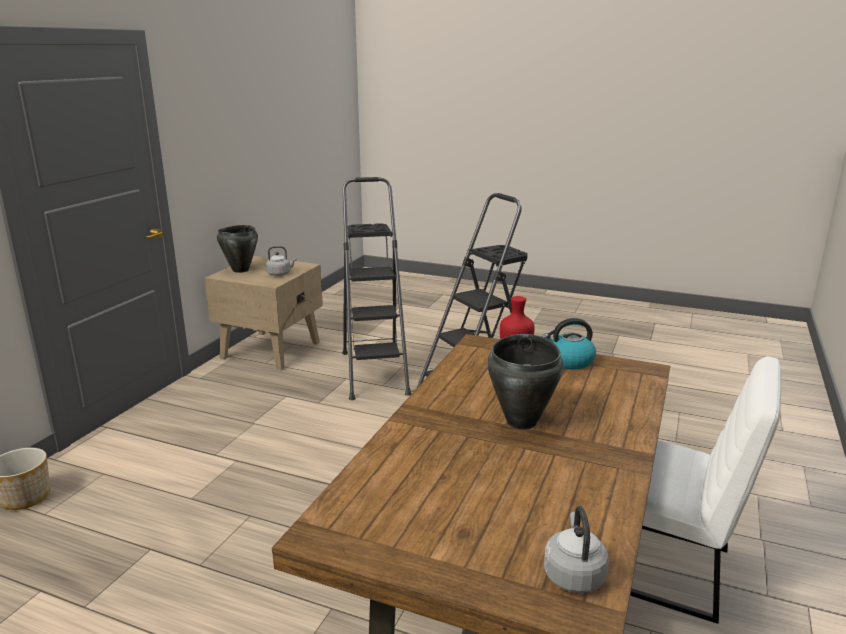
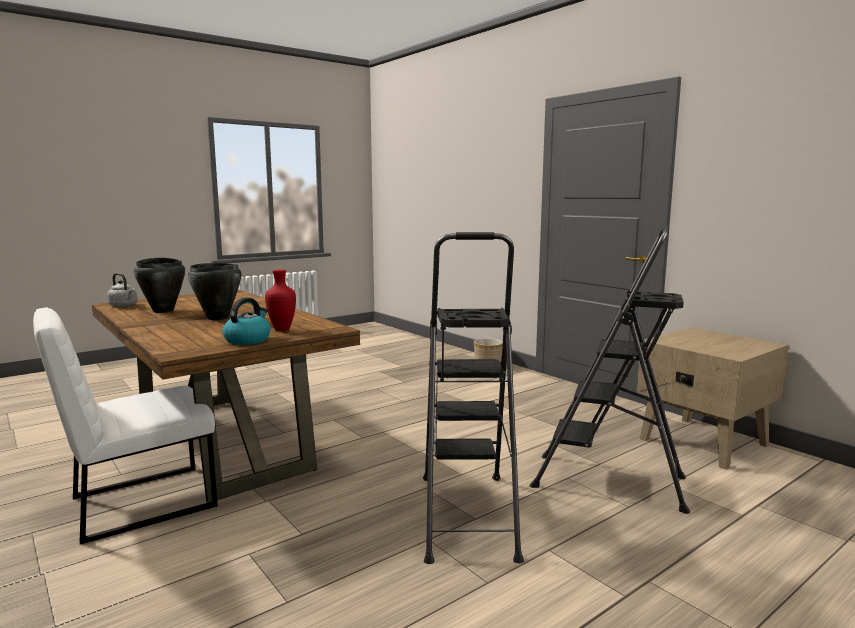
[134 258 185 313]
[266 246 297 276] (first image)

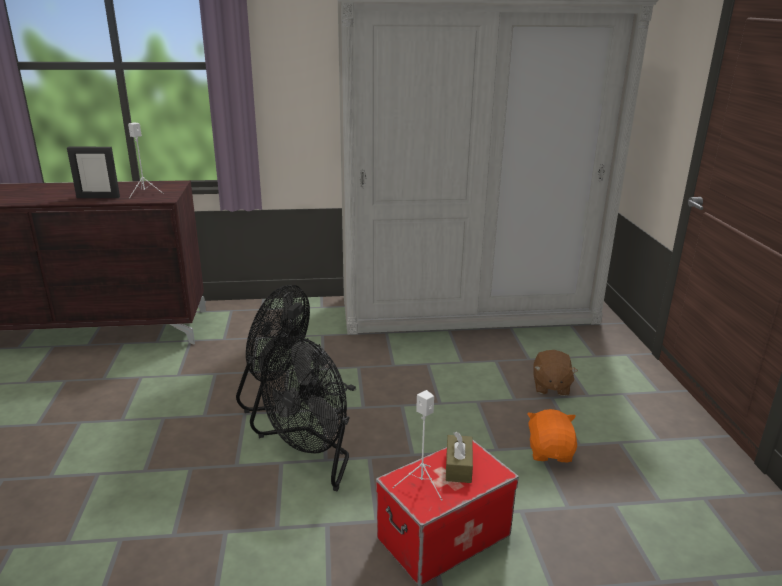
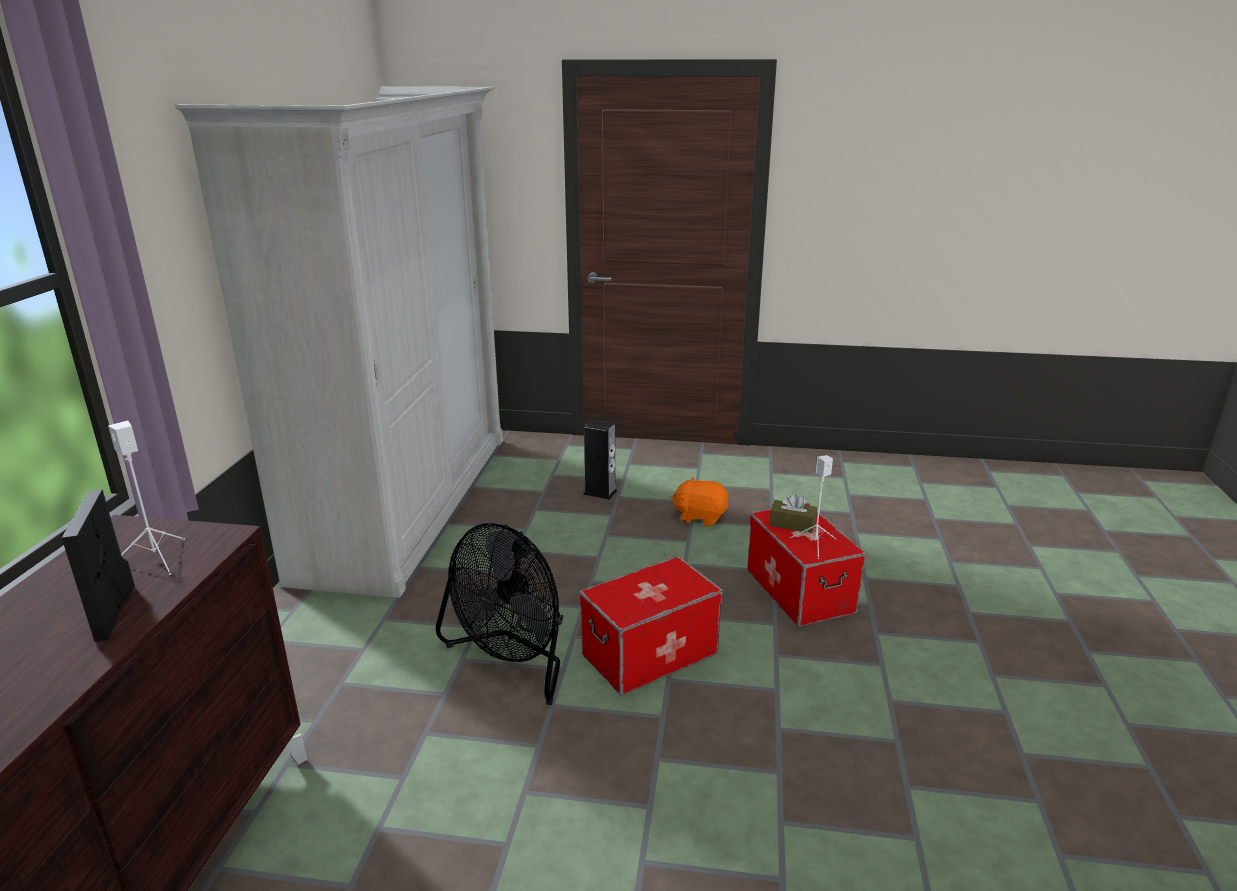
[62 489 135 642]
[579 556 723 695]
[583 420 617 500]

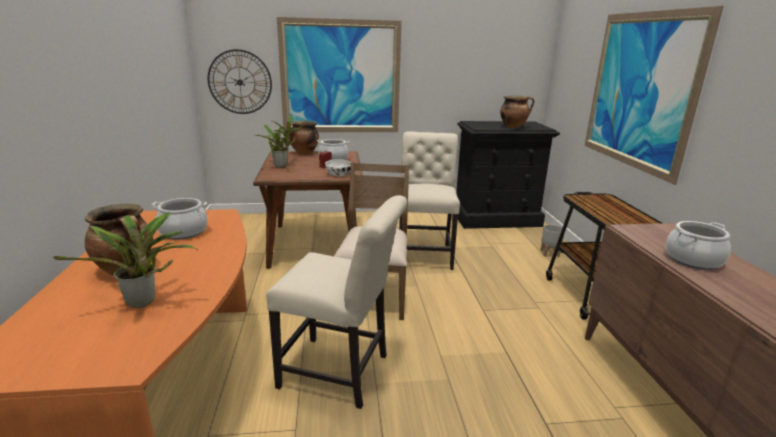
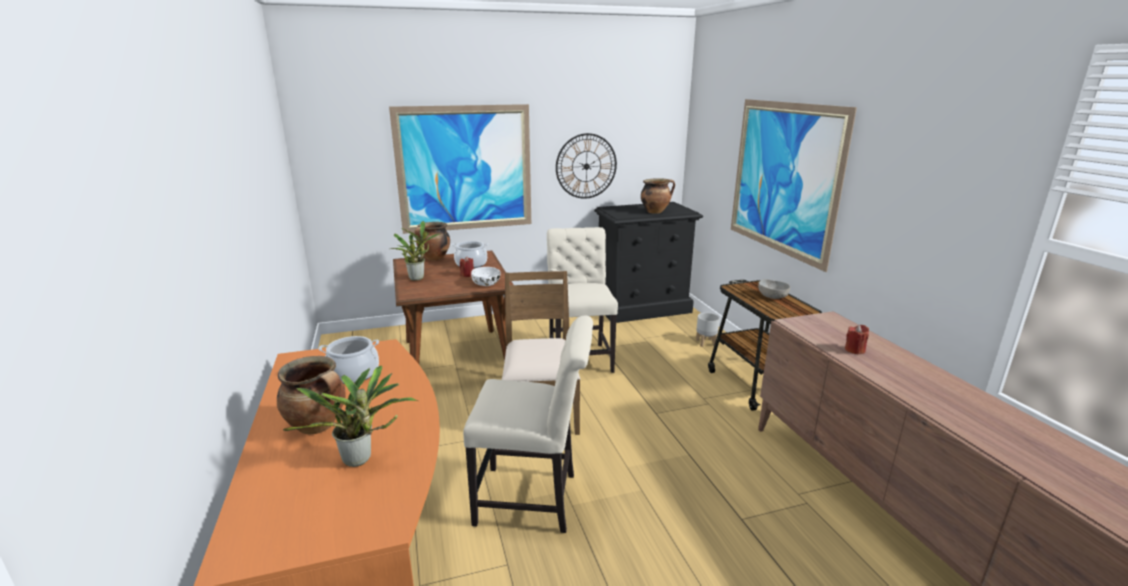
[556 133 617 199]
[758 279 790 299]
[845 325 869 355]

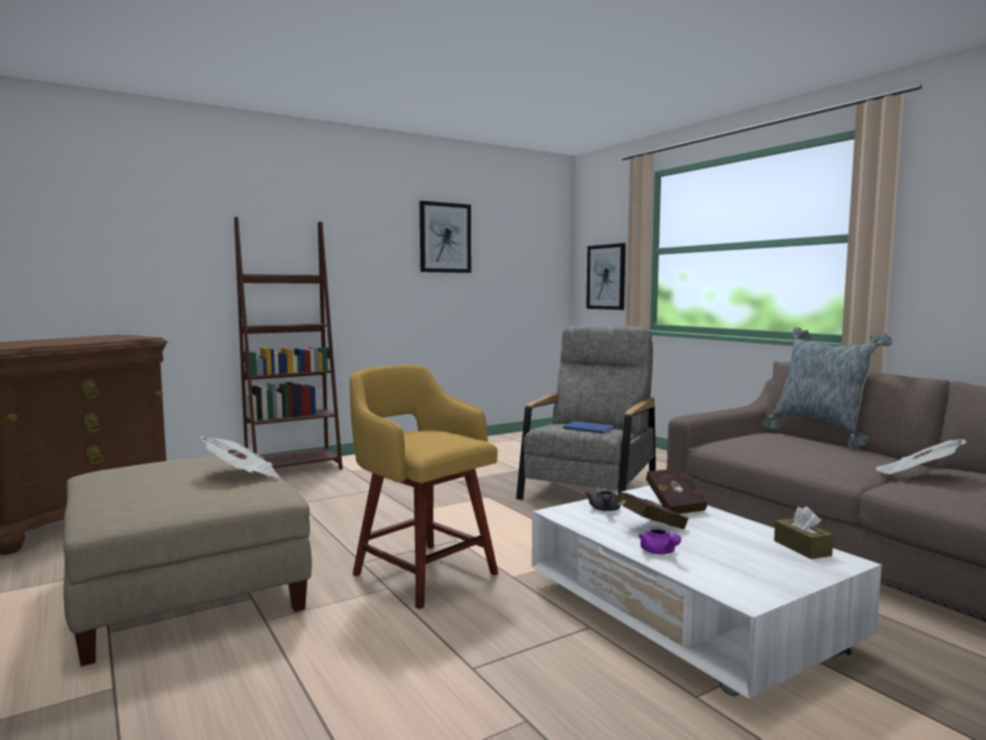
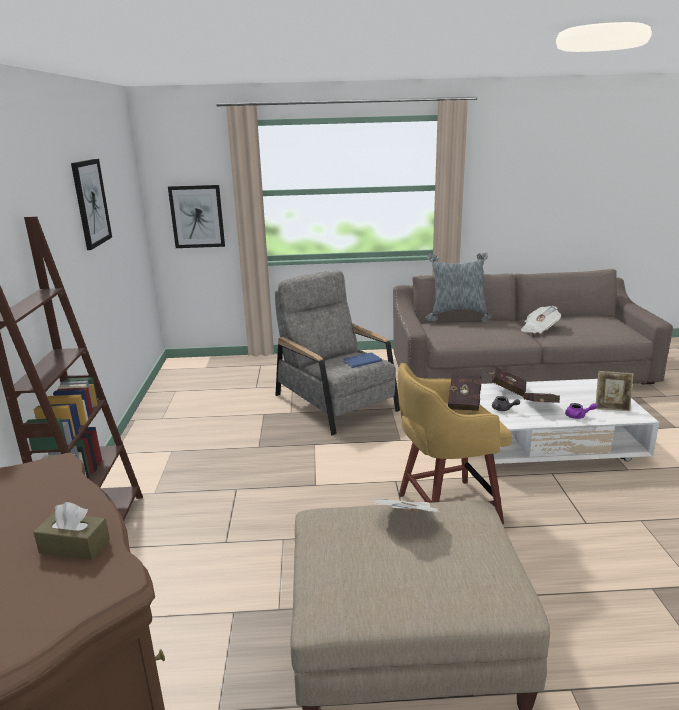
[33 502 110 560]
[448 374 481 411]
[596 371 633 411]

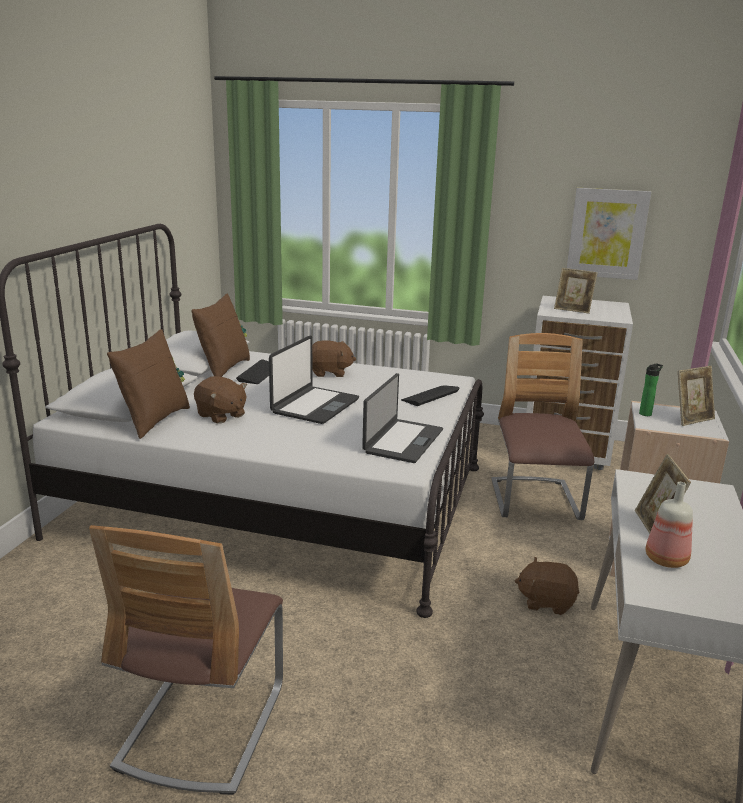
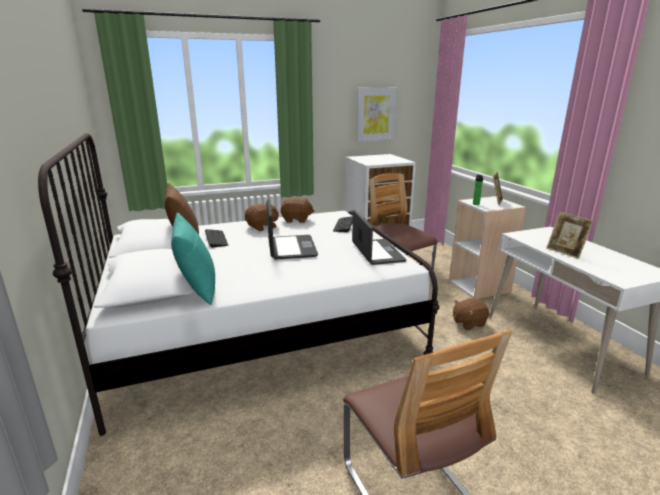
[171 213 215 305]
[281 197 314 223]
[554 268 598 314] (first image)
[646 482 693 568] (first image)

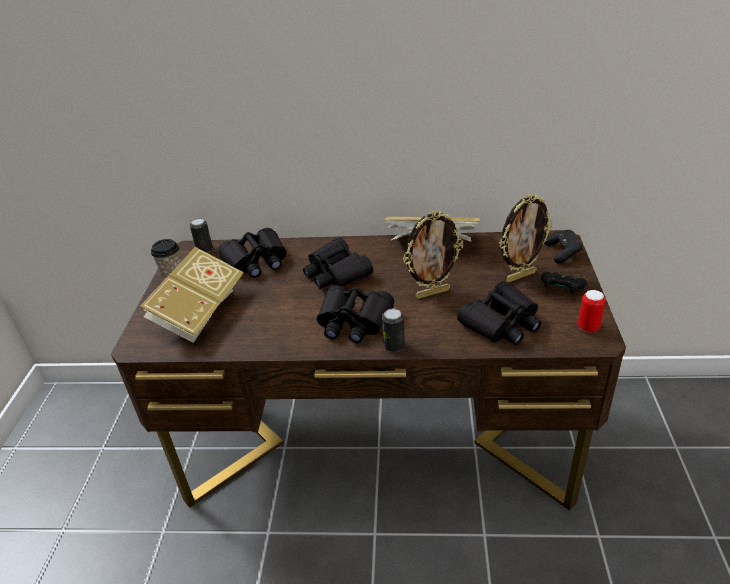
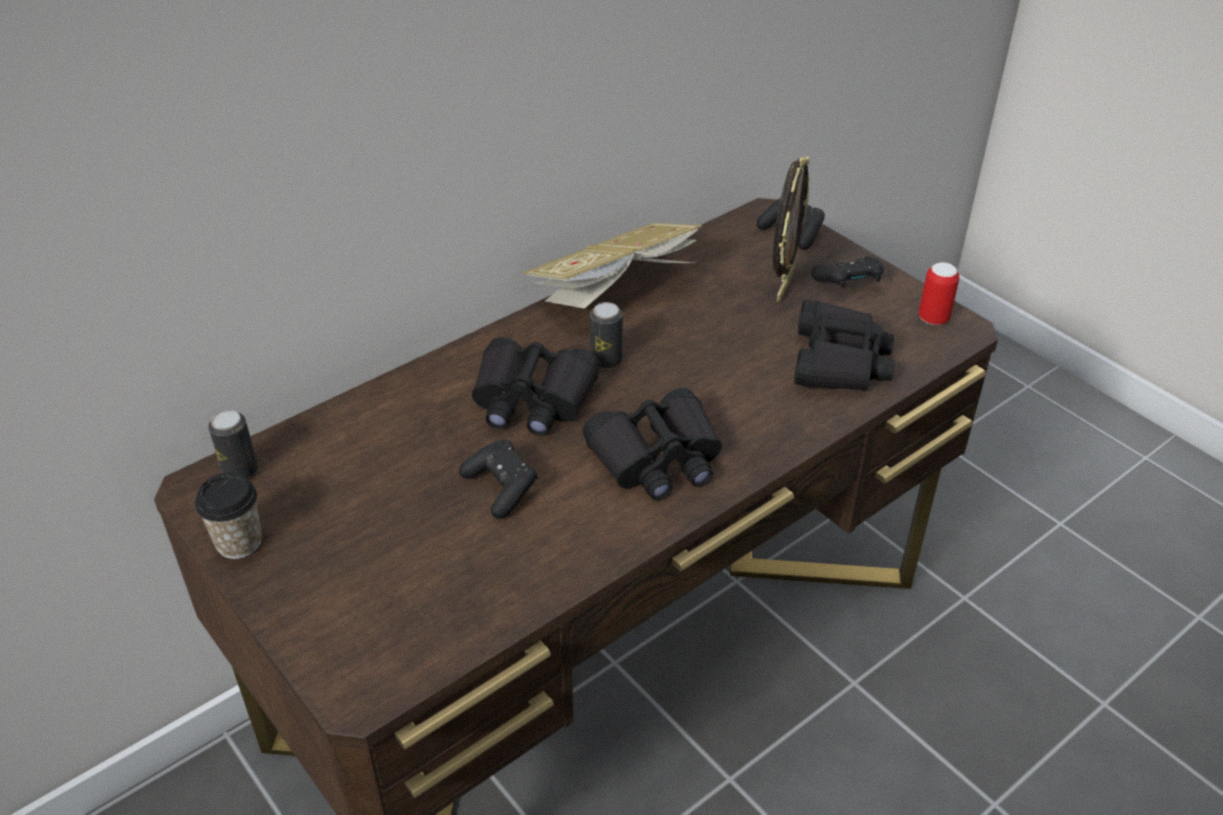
[459 439 538 519]
[590 302 623 369]
[140 247 244 343] (first image)
[218 228 287 278] (first image)
[403 211 463 299] (first image)

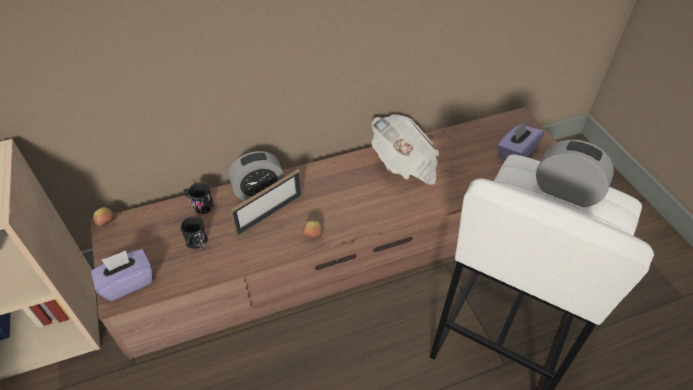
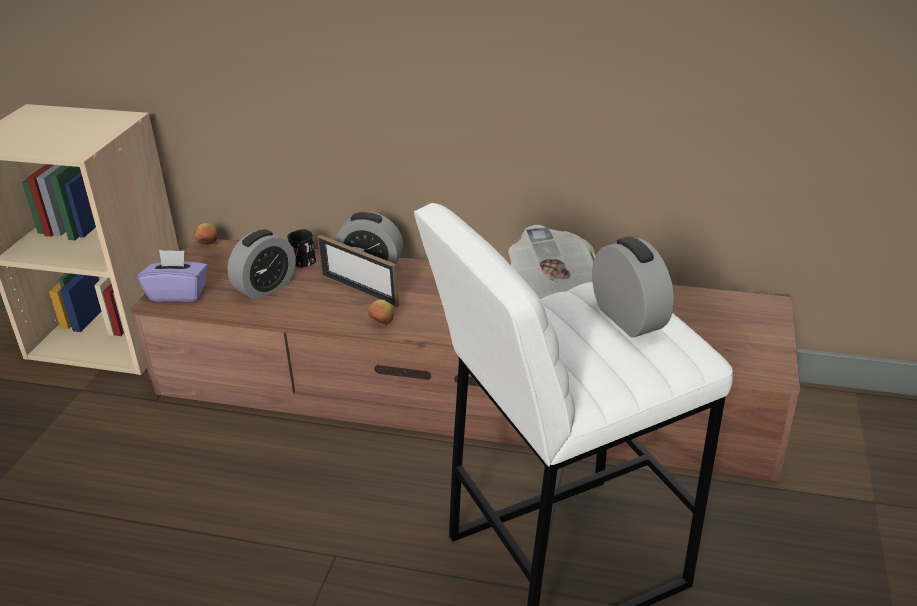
[227 229 296 300]
[317 235 399 307]
[497 122 544 160] (first image)

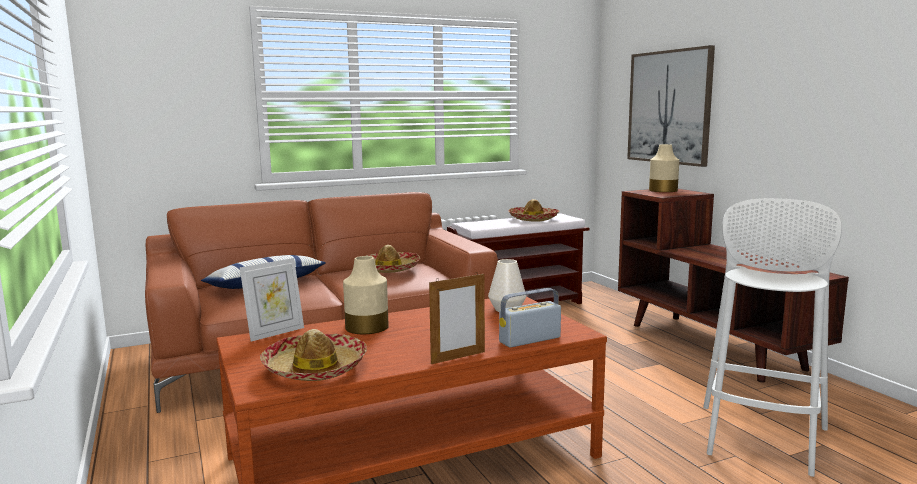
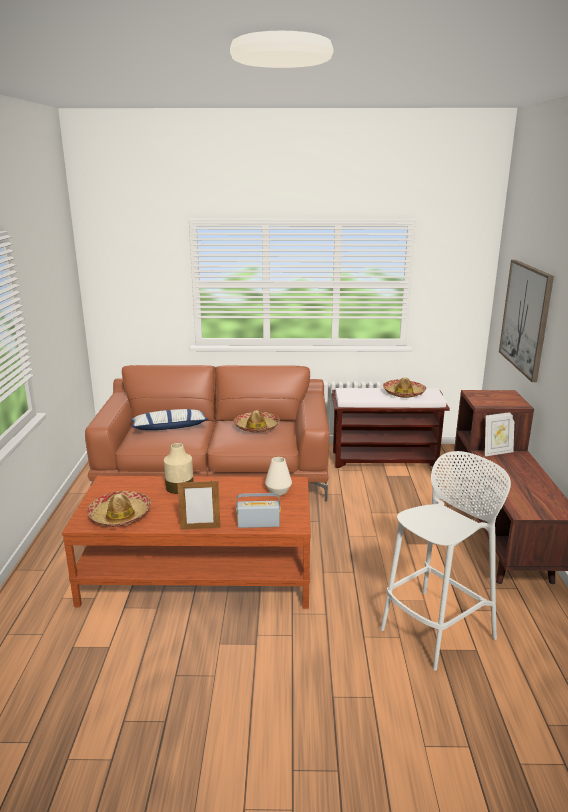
[485 412 514 456]
[649 144 679 192] (first image)

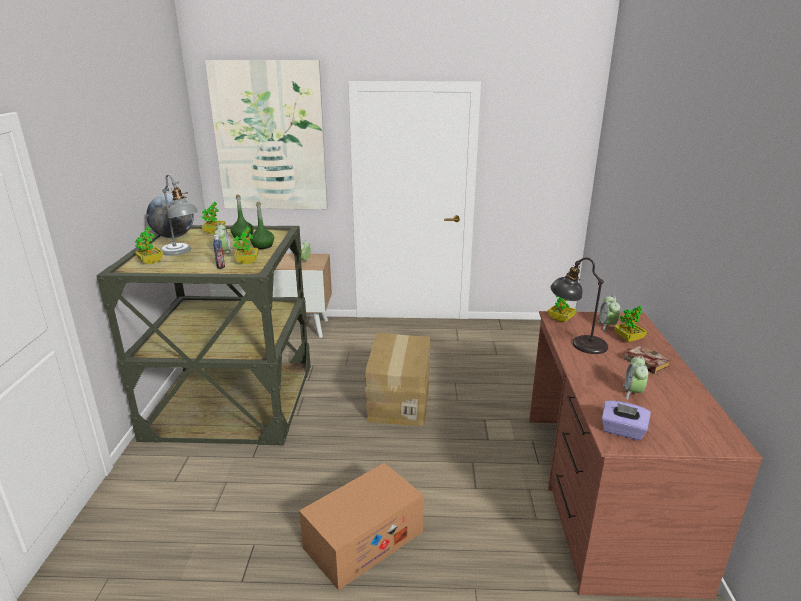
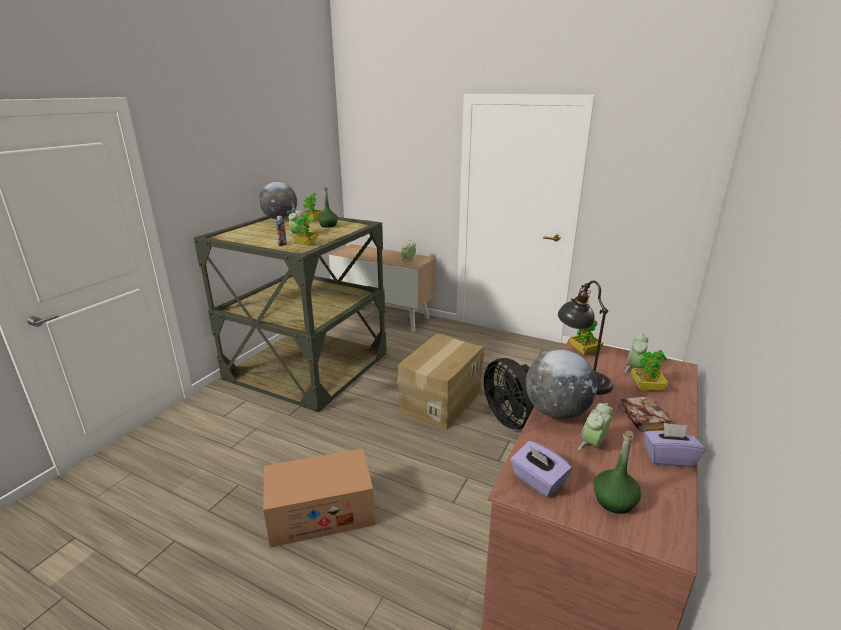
[484 358 534 429]
[526 350 597 419]
[593 430 641 514]
[644 423 706 467]
[135 226 164 264] (first image)
[160 174 198 256] (first image)
[205 60 328 209] (first image)

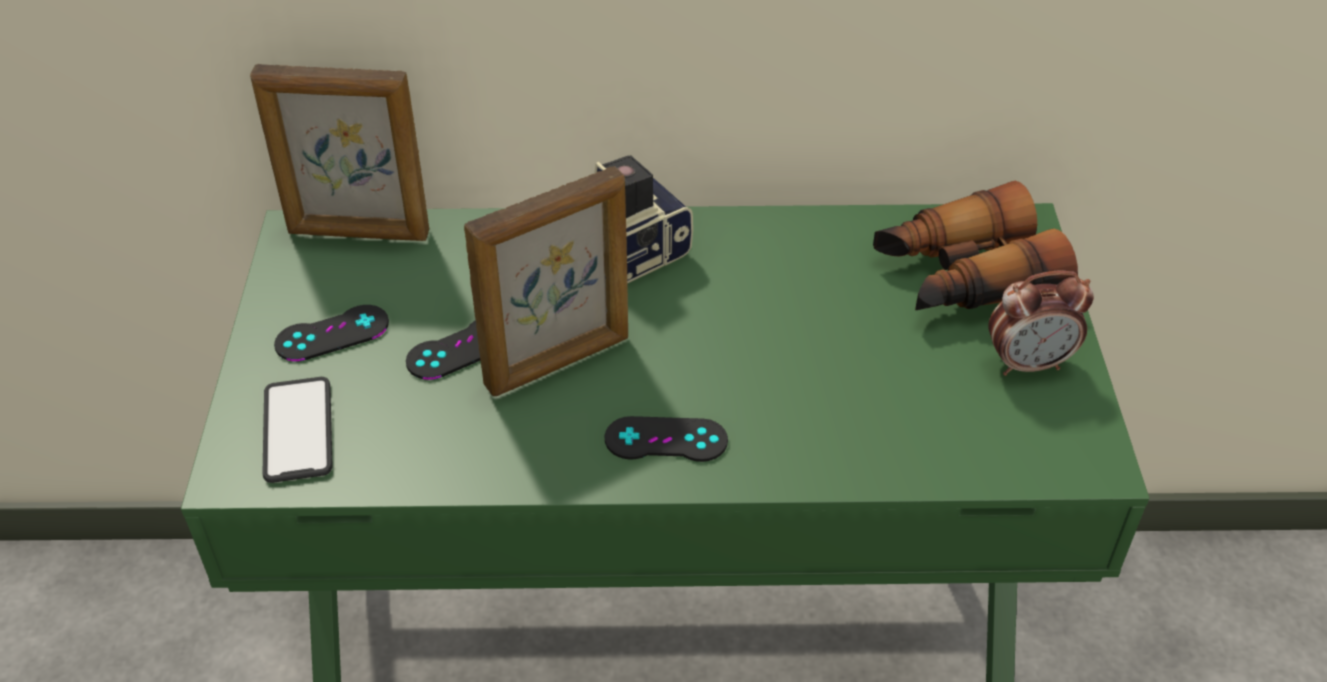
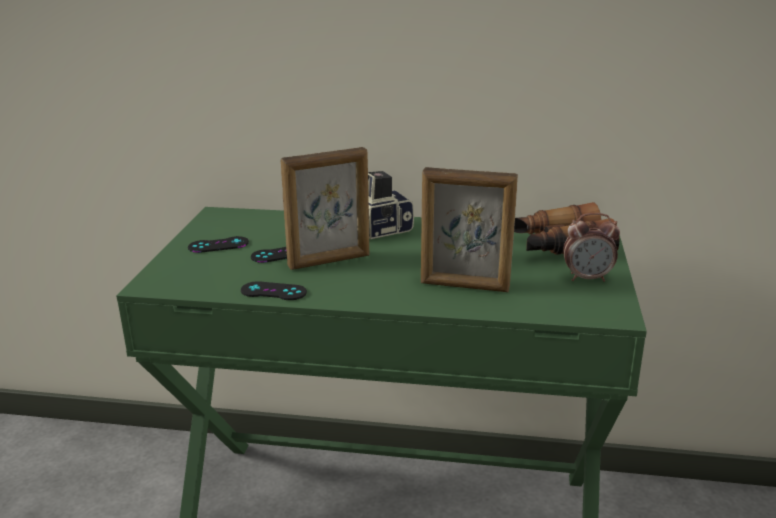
[241 281 307 300]
[421 167 518 292]
[263 377 332 483] (first image)

